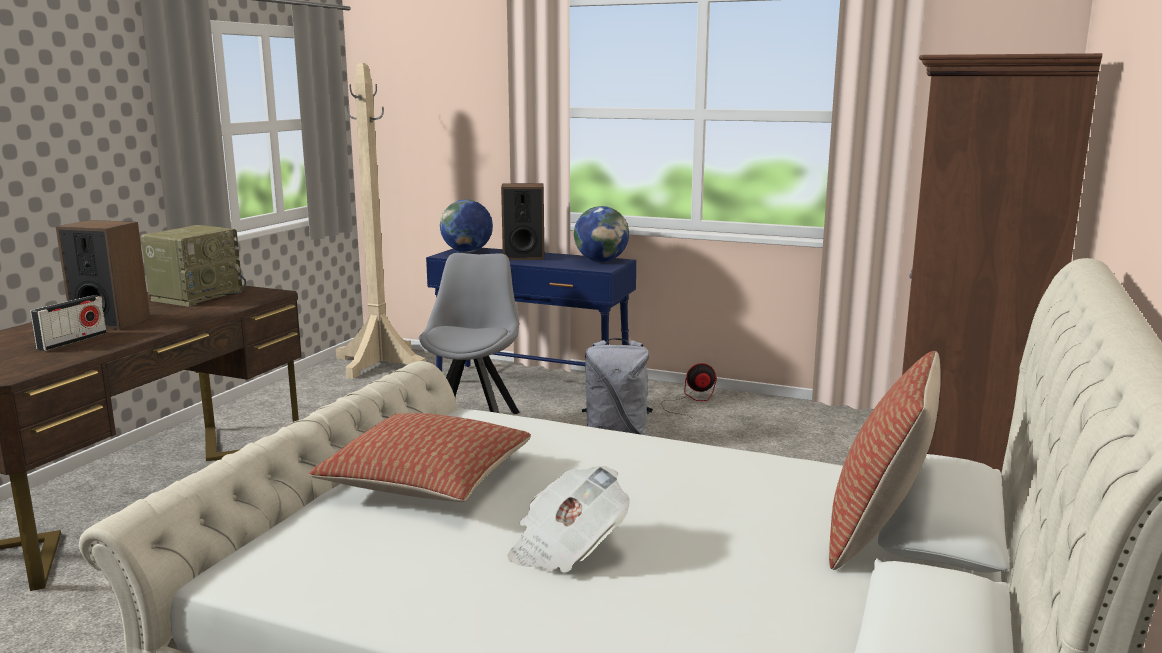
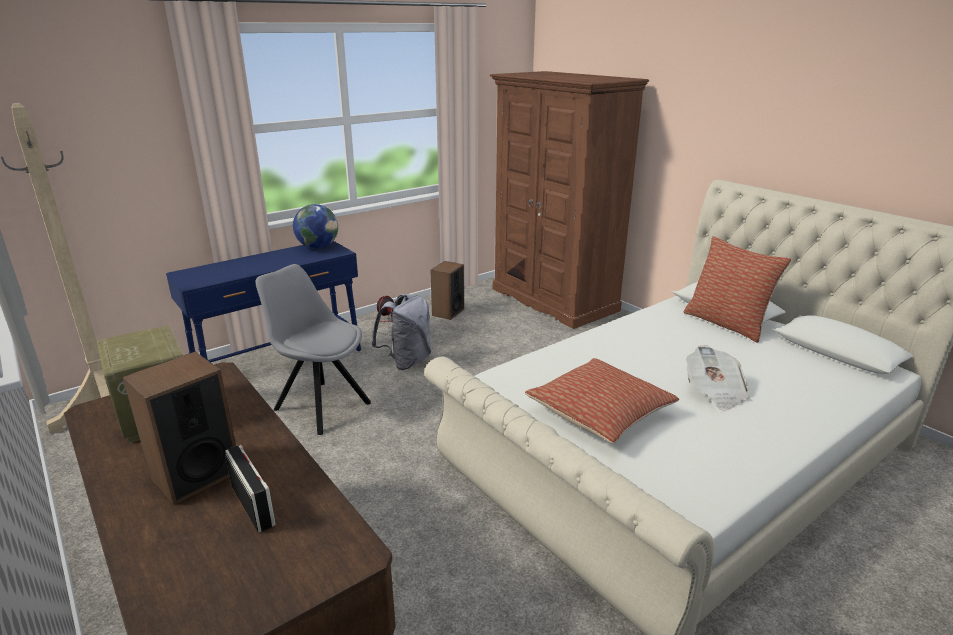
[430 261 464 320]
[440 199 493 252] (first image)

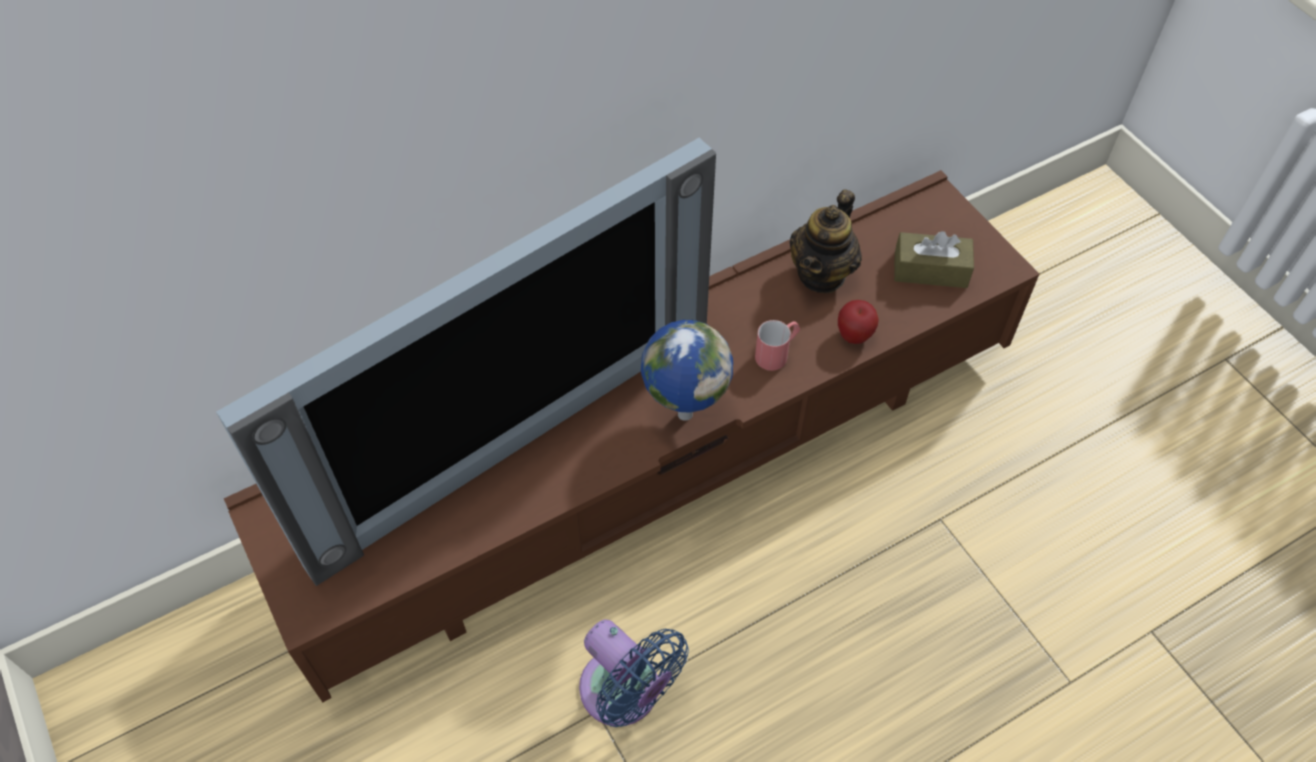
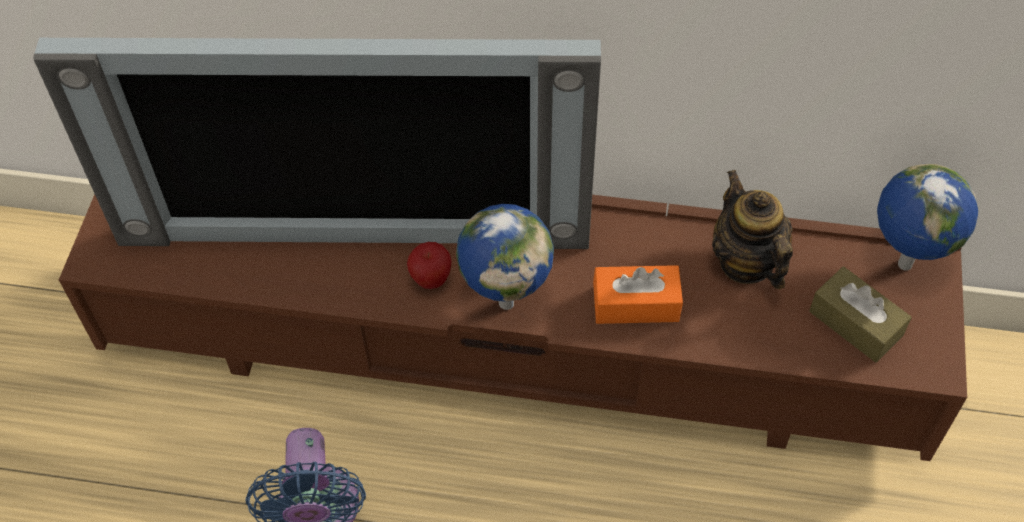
[407 242 452 289]
[593 265 683 324]
[712 170 793 289]
[877 164 978 271]

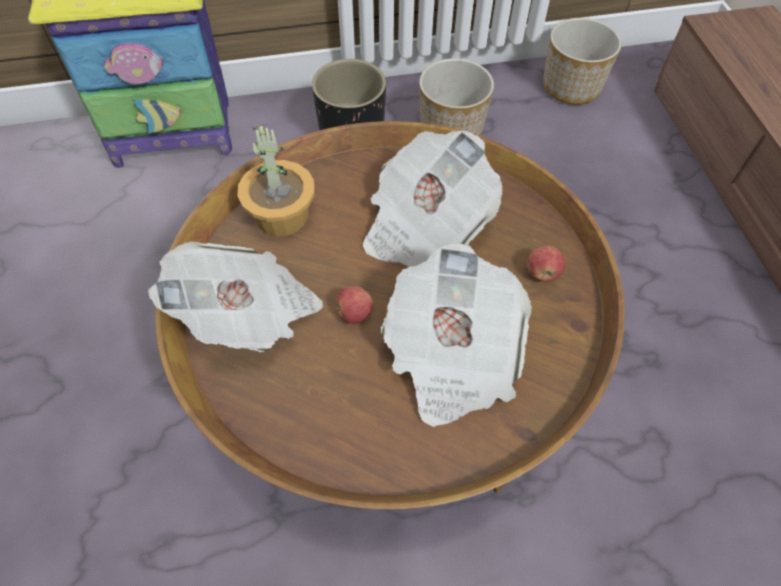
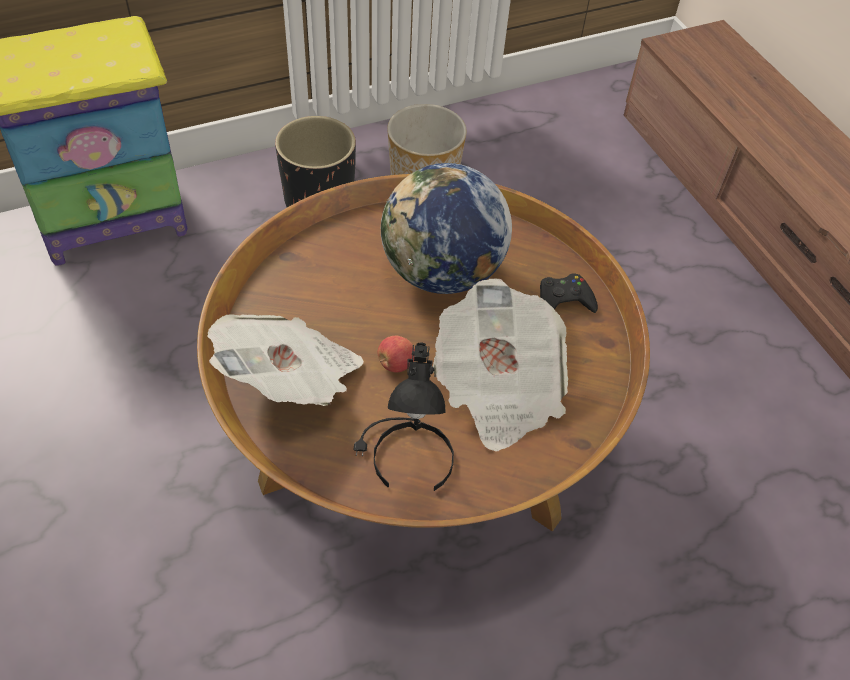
[353 342 454 491]
[381 163 512 294]
[540 274 598 313]
[237 125 315 236] (first image)
[543 18 622 105] (first image)

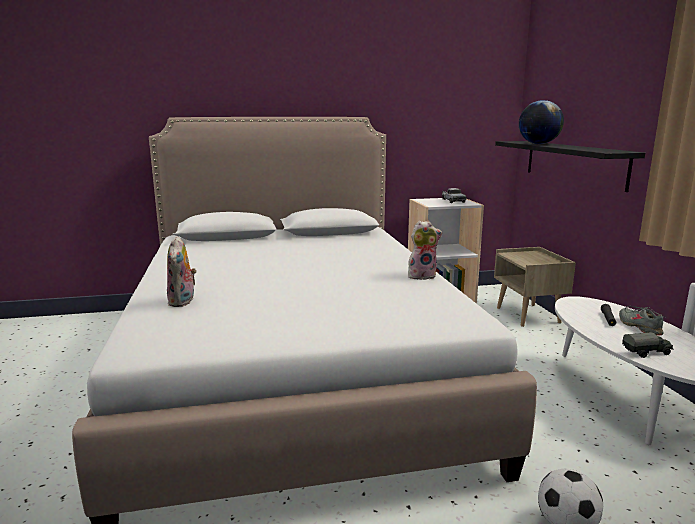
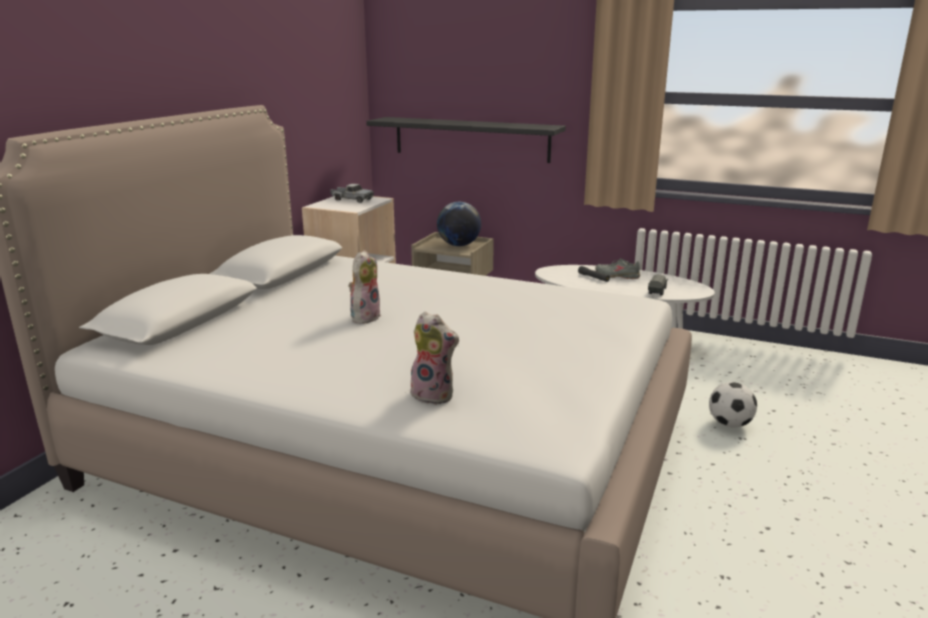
[348 250 381 324]
[437 202 481 246]

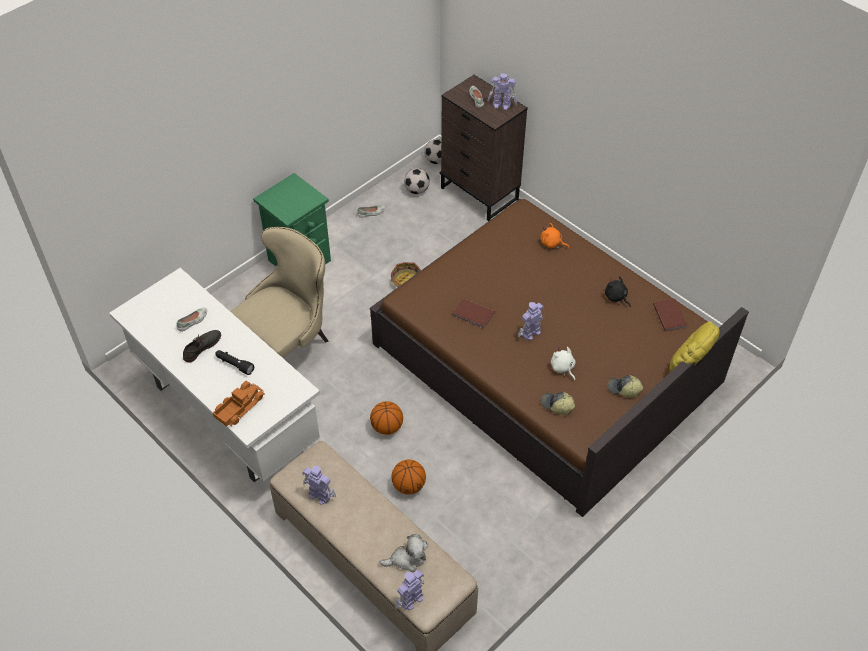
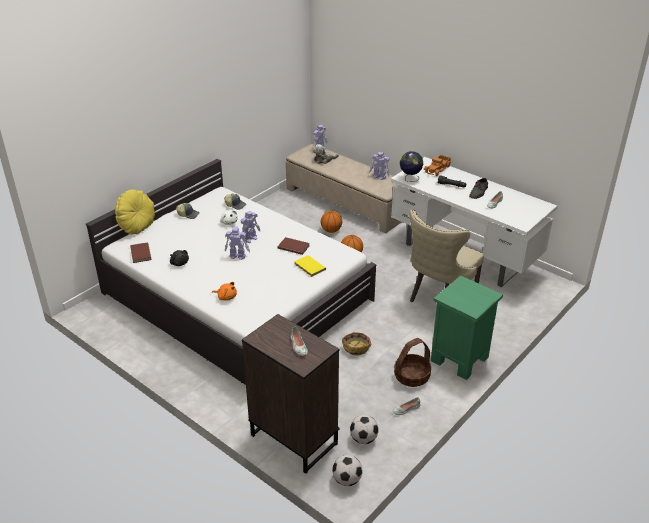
[86 159 377 385]
[225 226 250 260]
[294 255 326 277]
[394 338 431 387]
[400 151 423 182]

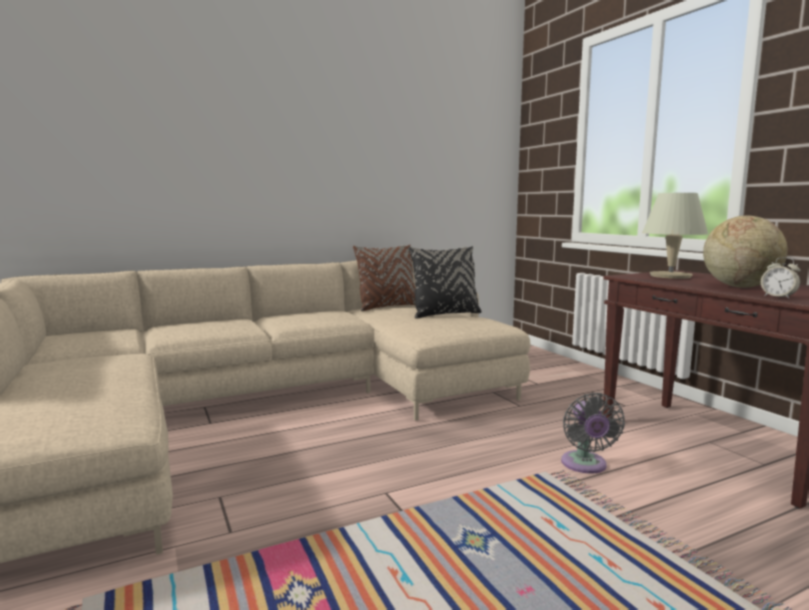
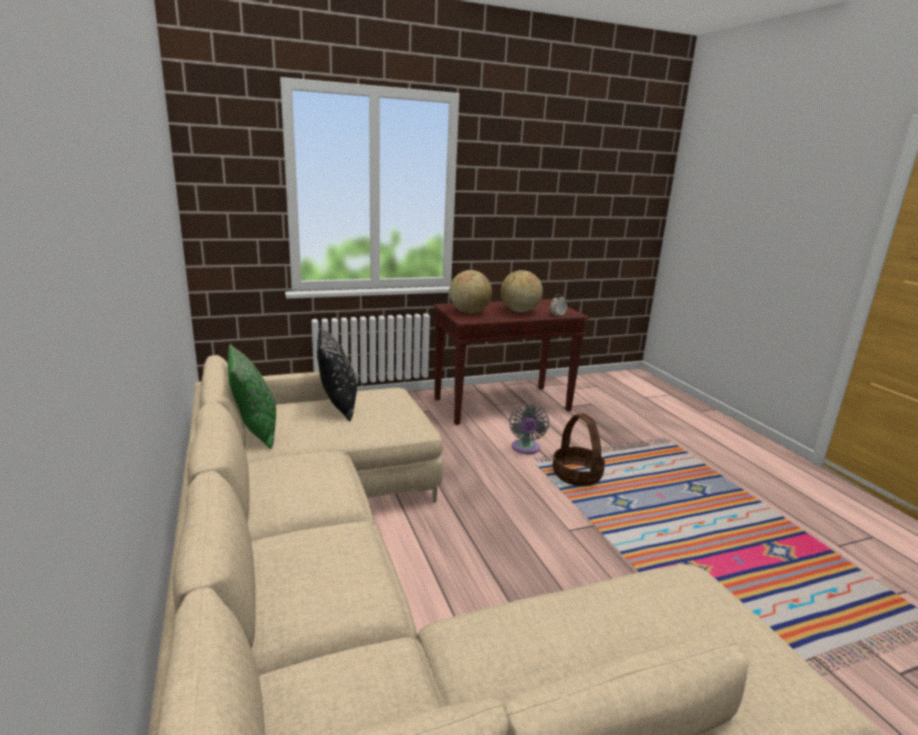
[228 344 276 449]
[449 270 492 313]
[509 404 549 454]
[553 414 605 486]

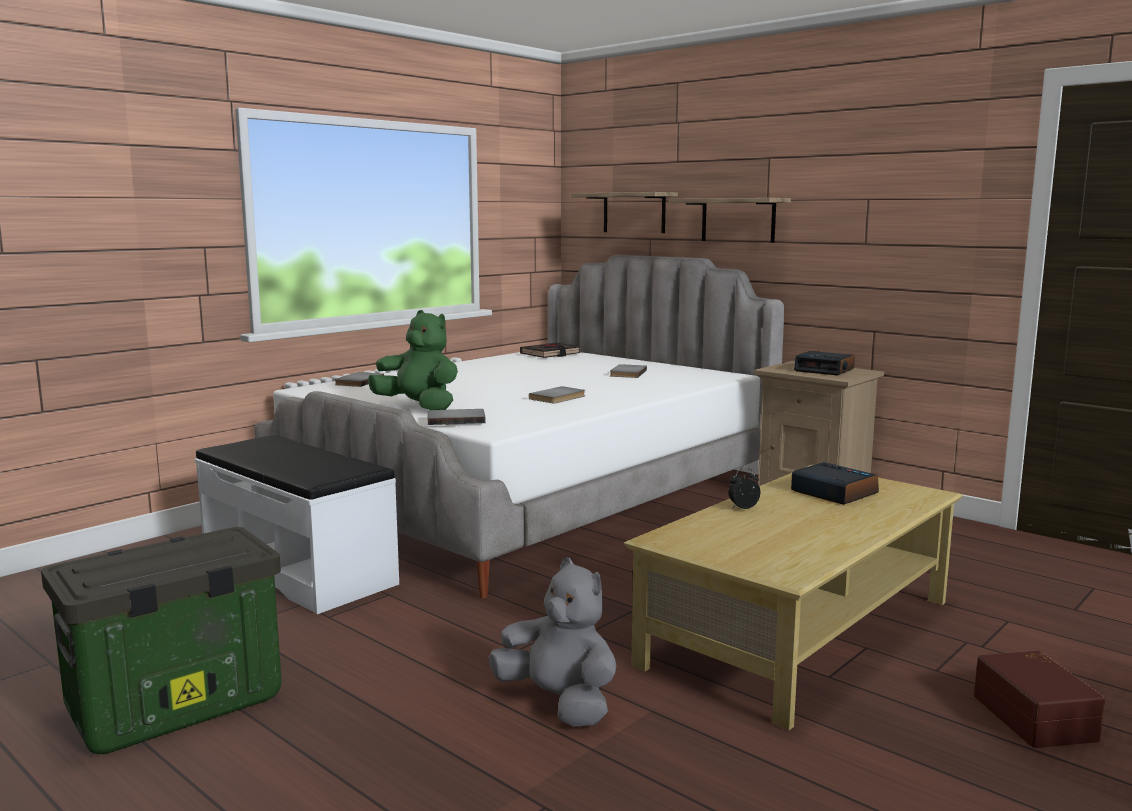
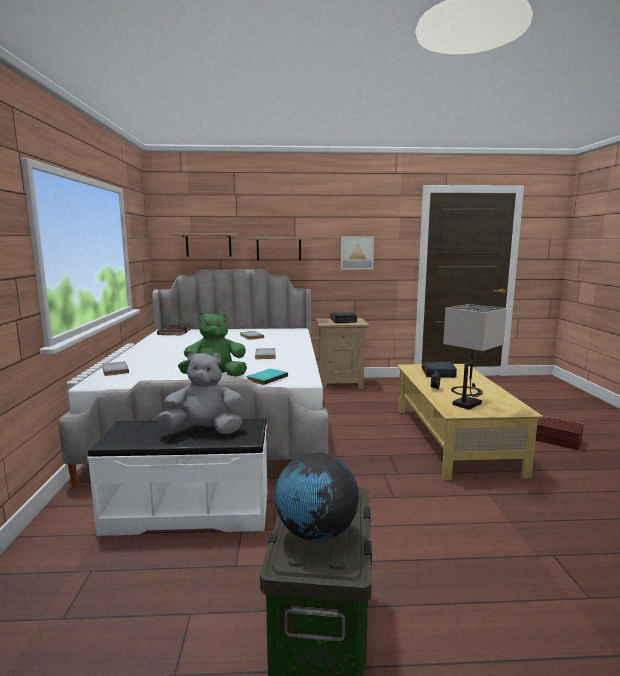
[156 351 242 434]
[247 369 288 385]
[275 452 359 541]
[341 237 374 269]
[443 304 507 410]

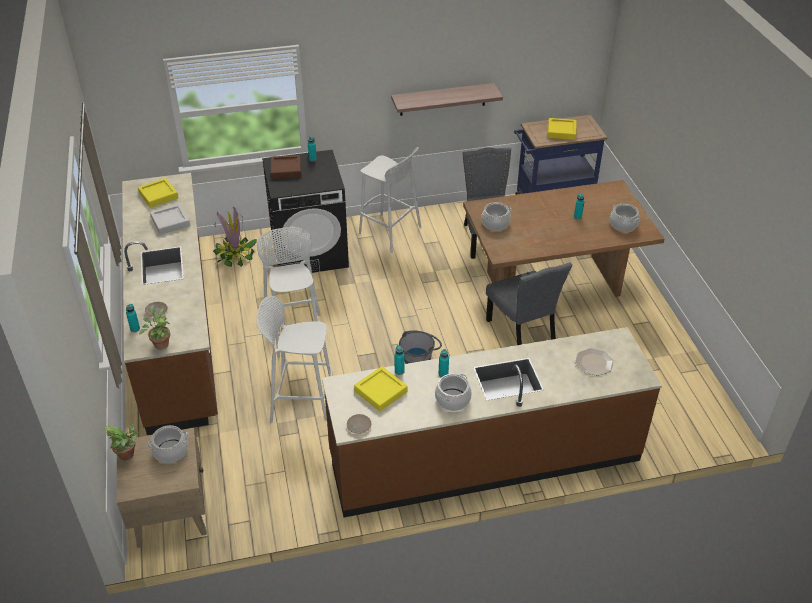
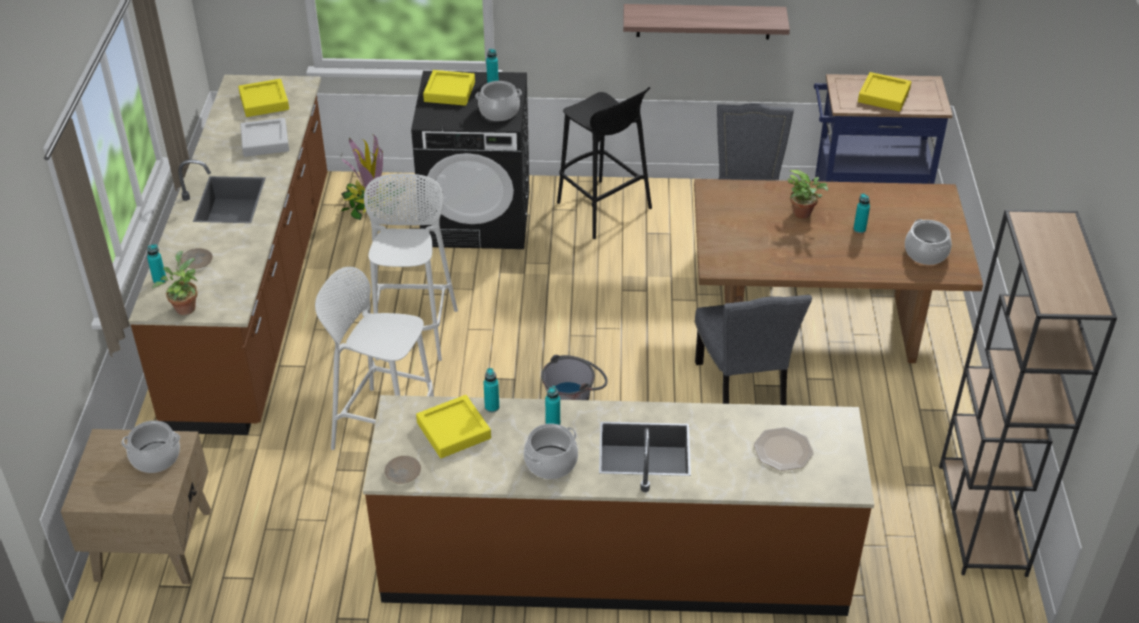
[423 70 475 106]
[475 81 522 121]
[557 87 652 239]
[788 170 828 219]
[939 209 1117 577]

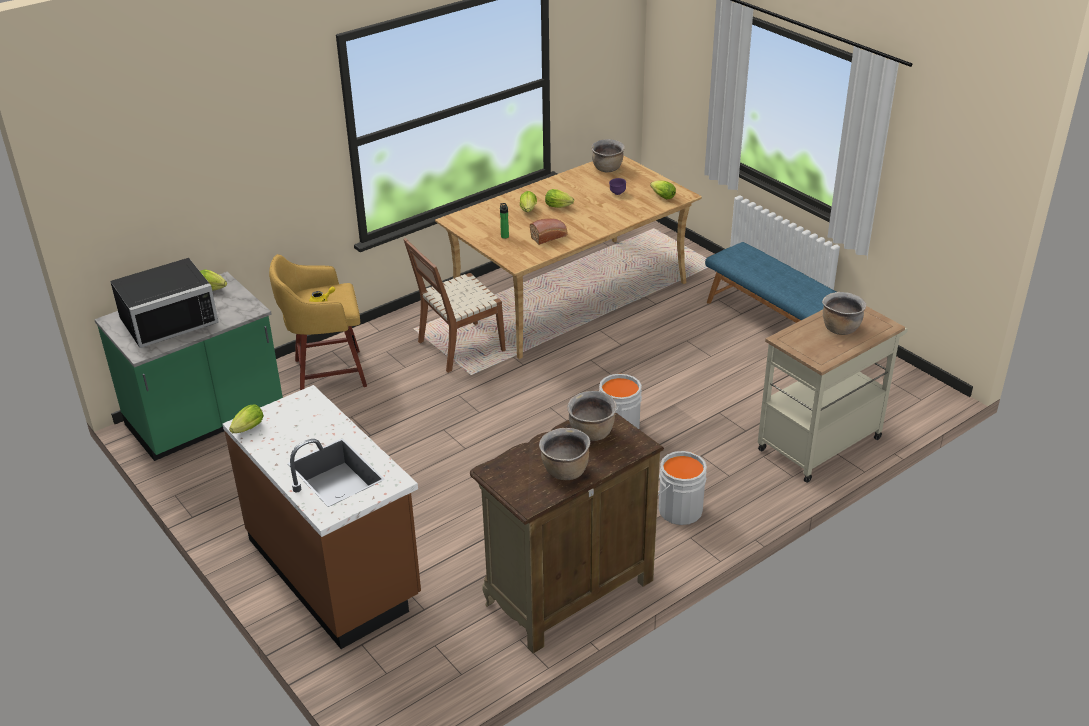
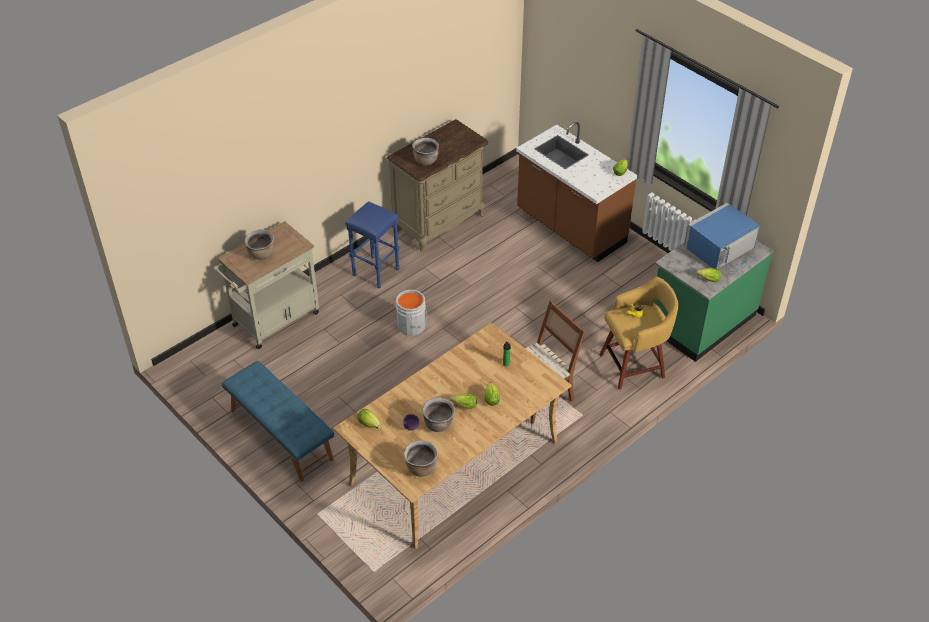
[345 202 400 288]
[422 397 455 432]
[684 202 760 274]
[530 219 568 245] (first image)

